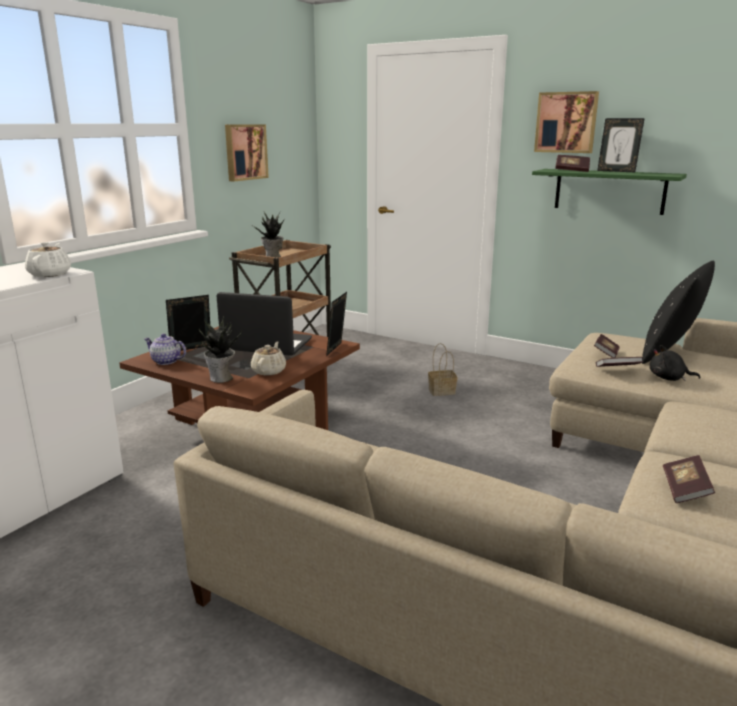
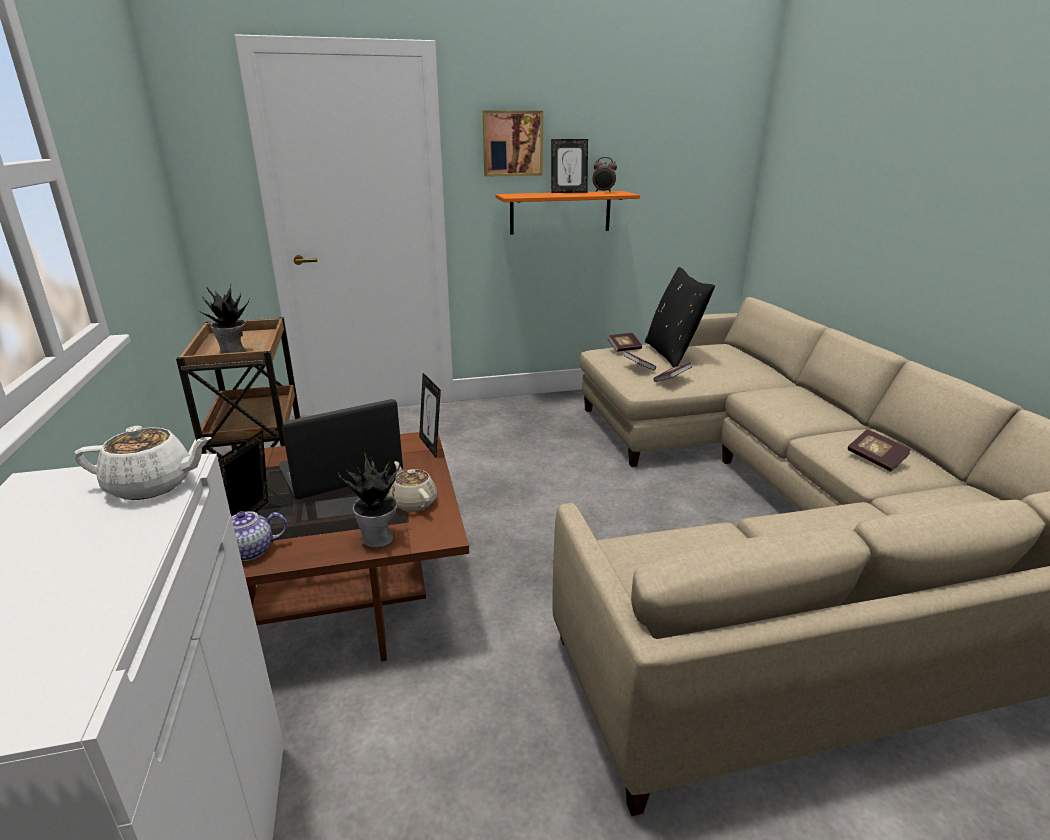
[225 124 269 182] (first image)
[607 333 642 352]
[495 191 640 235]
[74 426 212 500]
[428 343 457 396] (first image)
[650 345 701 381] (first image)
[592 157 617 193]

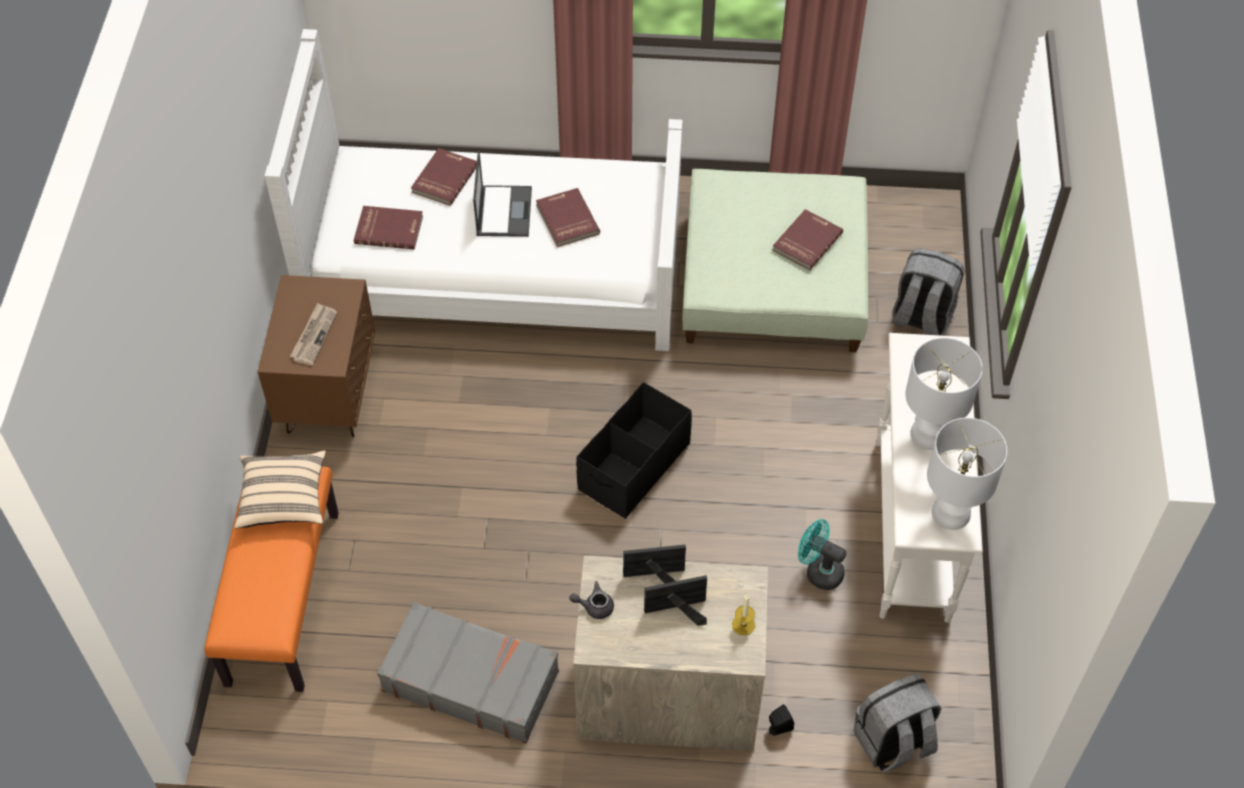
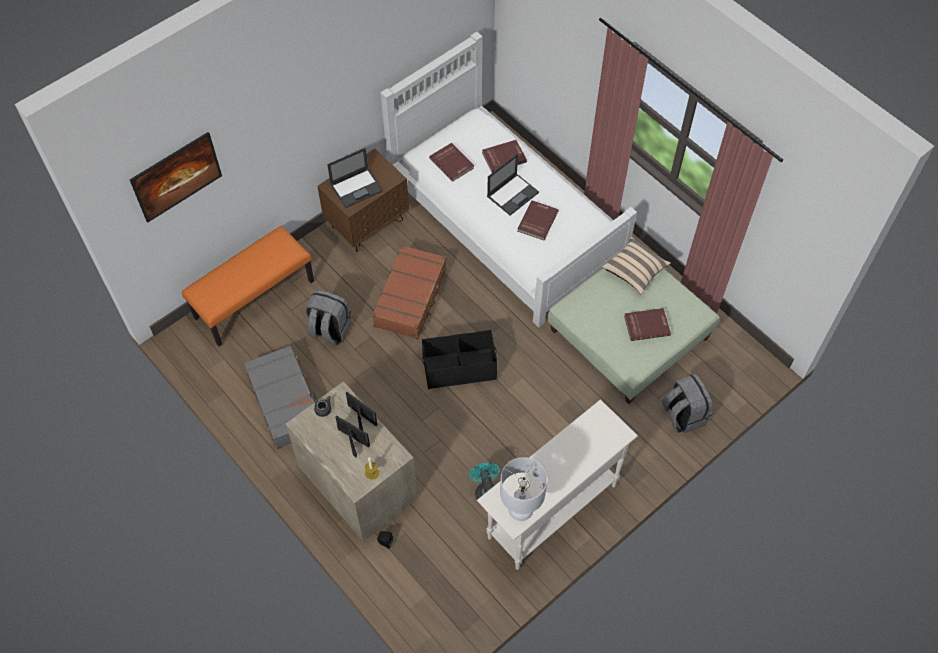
[327 148 383 208]
[905 338 983 450] (first image)
[602 237 671 294]
[305 290 352 346]
[130 132 222 223]
[372 245 448 339]

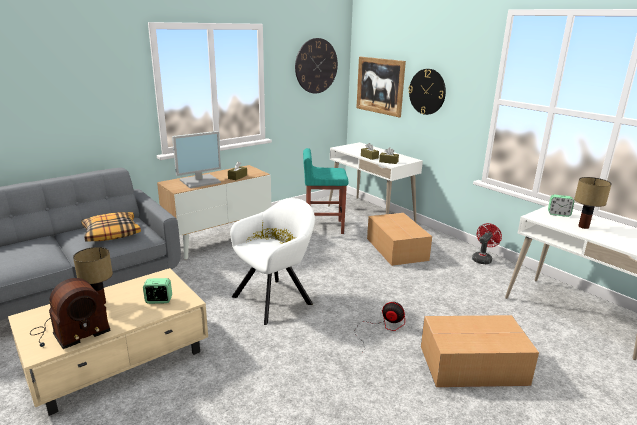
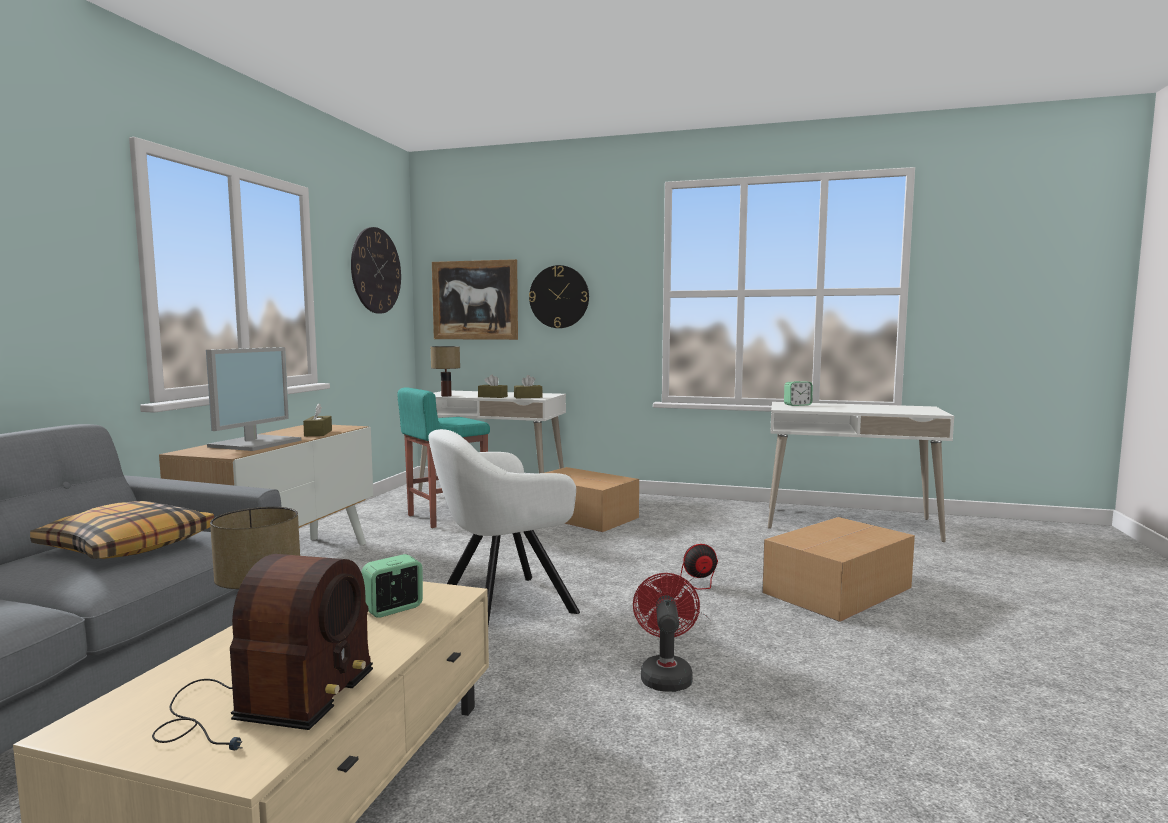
[431 346 460 396]
[428 429 580 626]
[633 573 700 692]

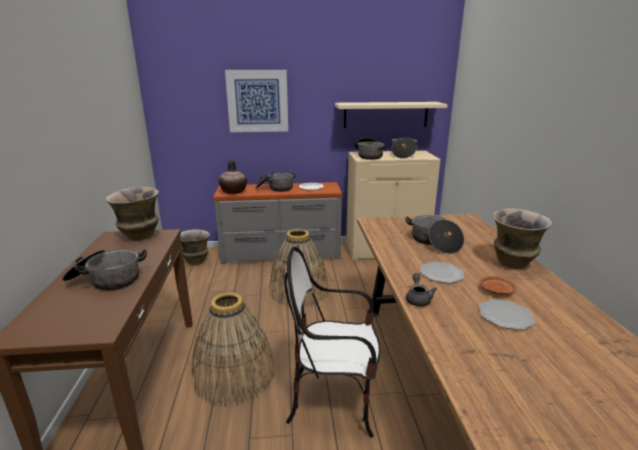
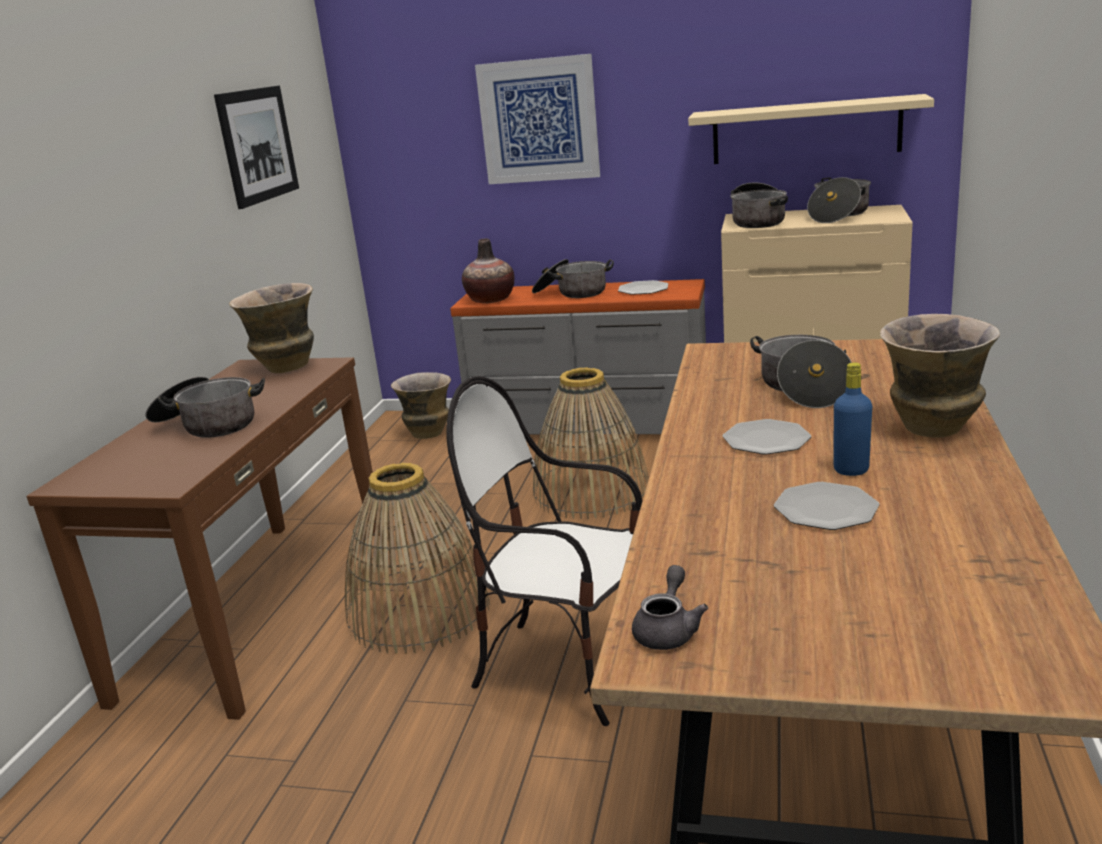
[632 565 708 650]
[834 363 872 476]
[214 85 299 209]

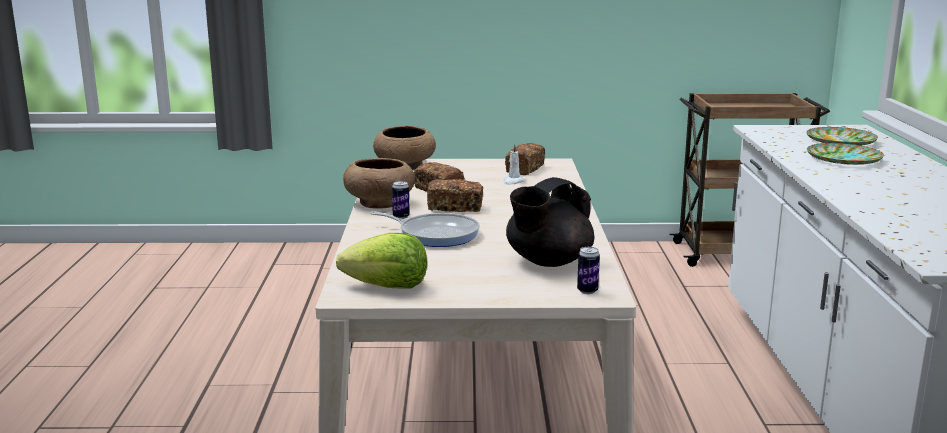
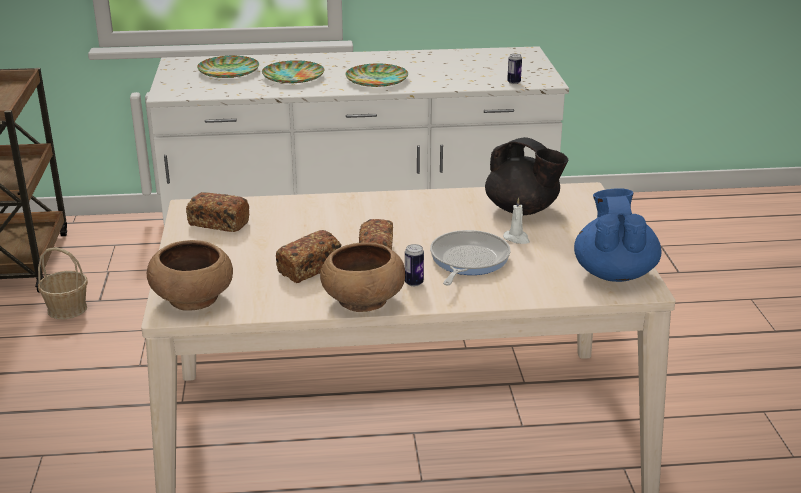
[503 197 530 244]
[574 188 662 282]
[507 54 522 84]
[345 64 408 87]
[38 247 88 319]

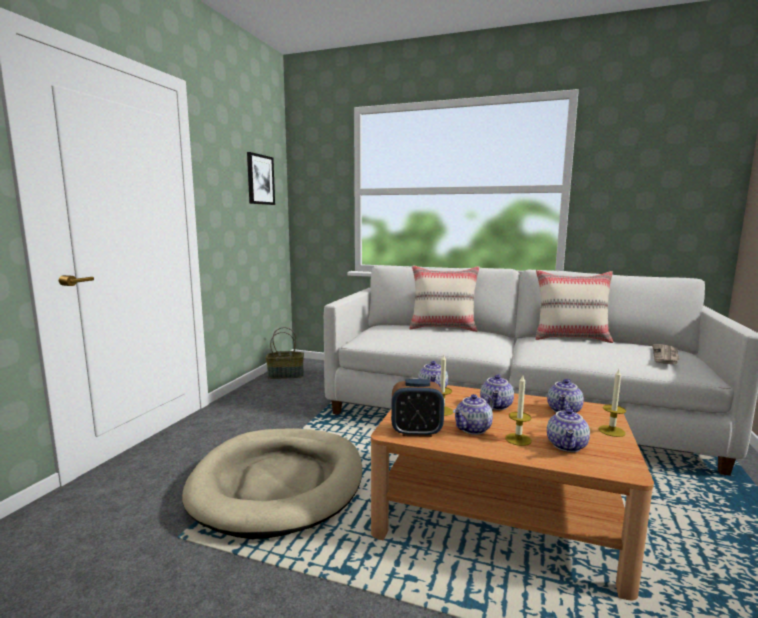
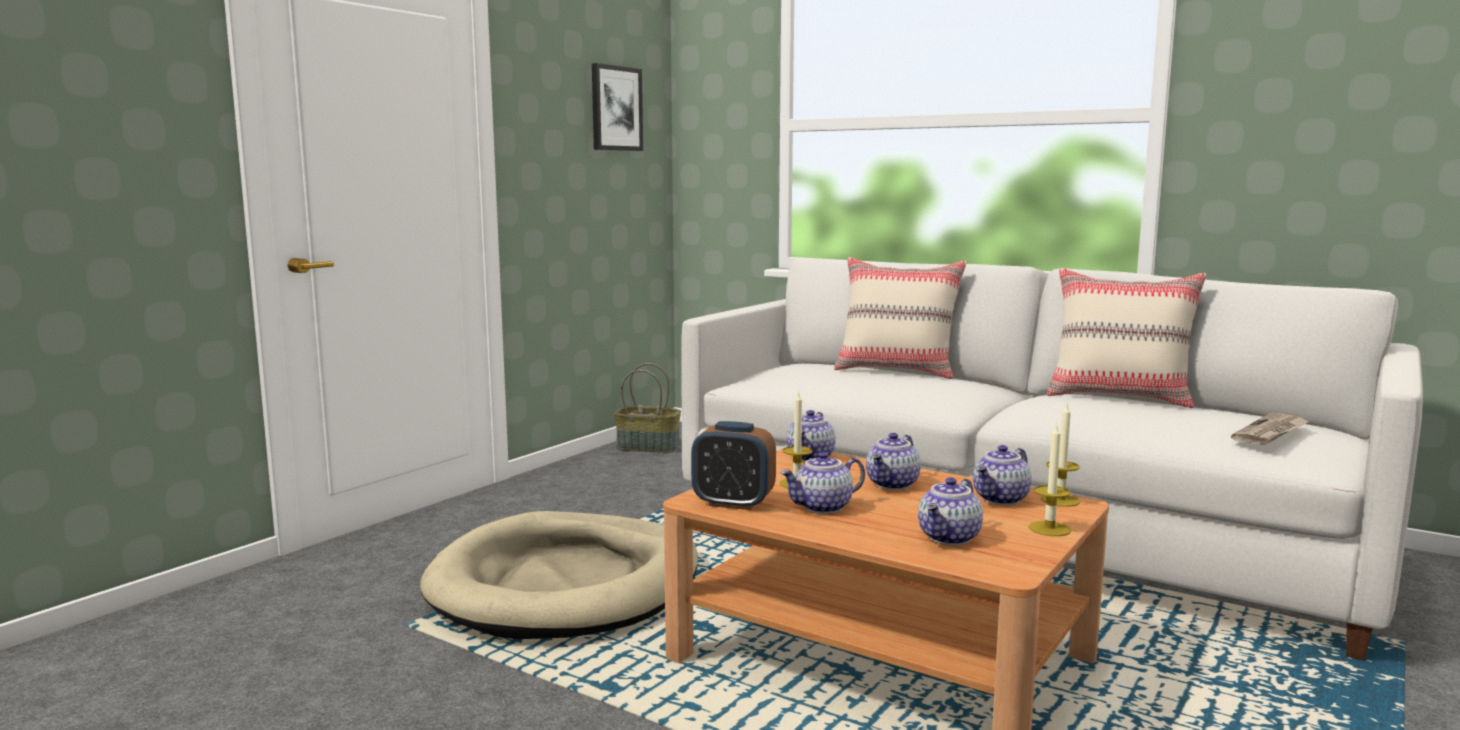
[1041 404 1080 507]

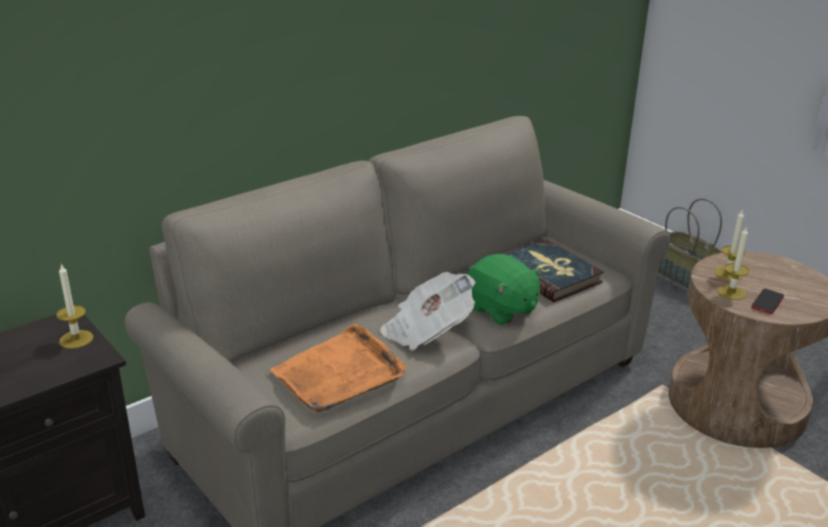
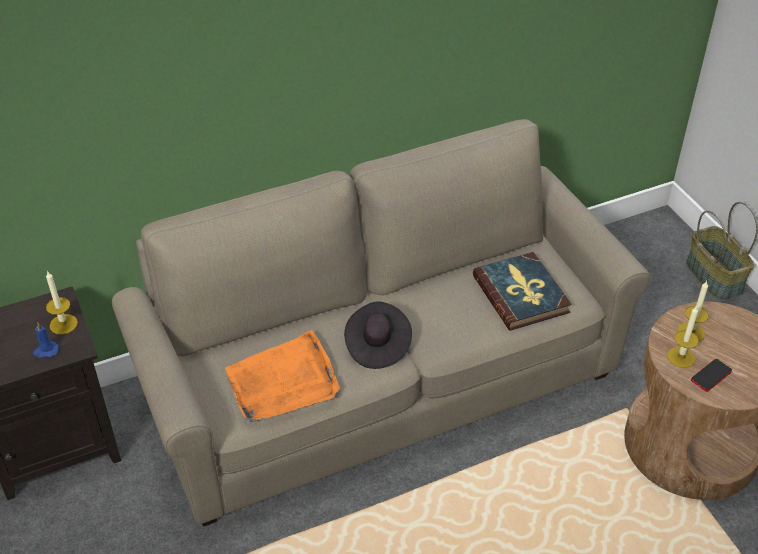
[467 254 542 325] (first image)
[344 301 412 369]
[33 322 59 358]

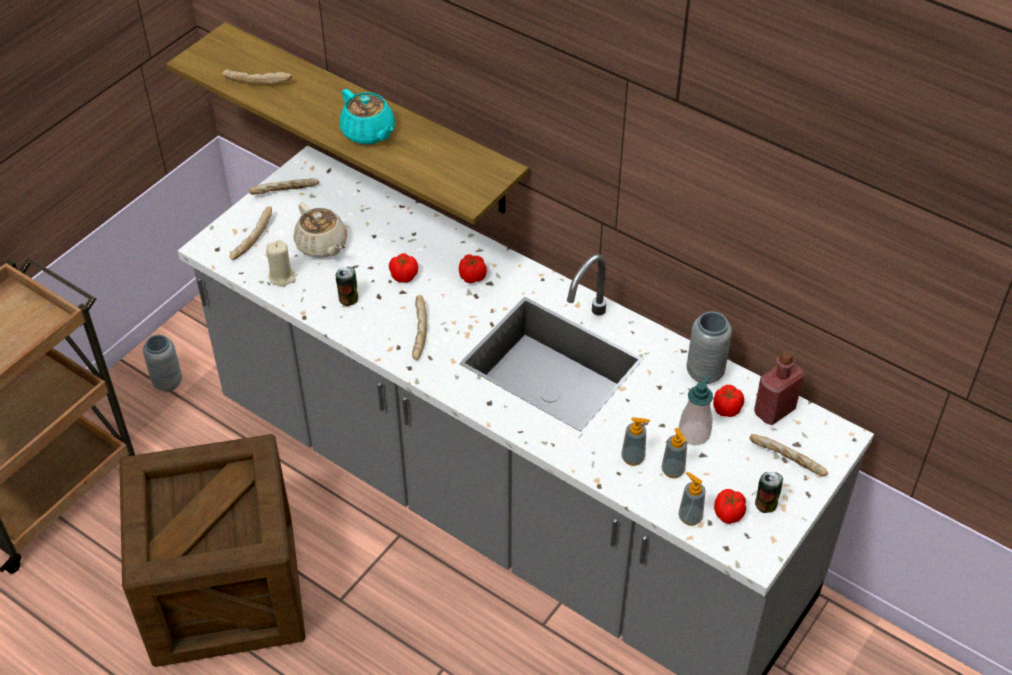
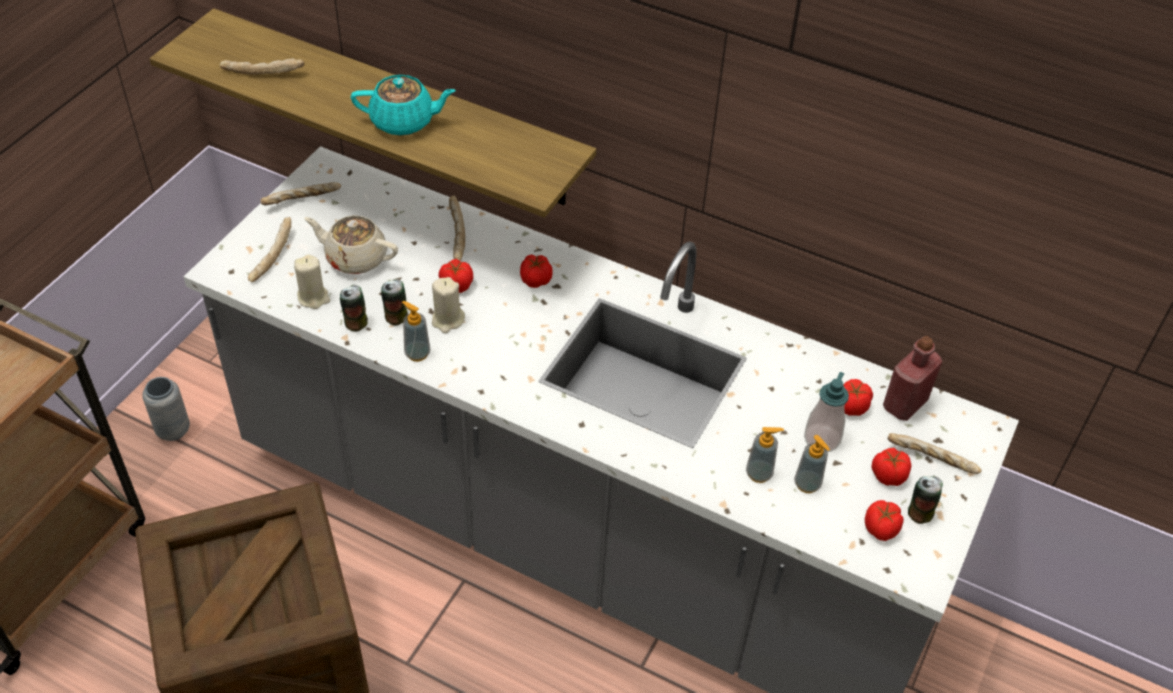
[351 75 456 136]
[304 215 398 274]
[449 195 465 261]
[687 311 732 384] (first image)
[402 301 430 361]
[432 277 465 333]
[340 285 368 331]
[871 448 912 486]

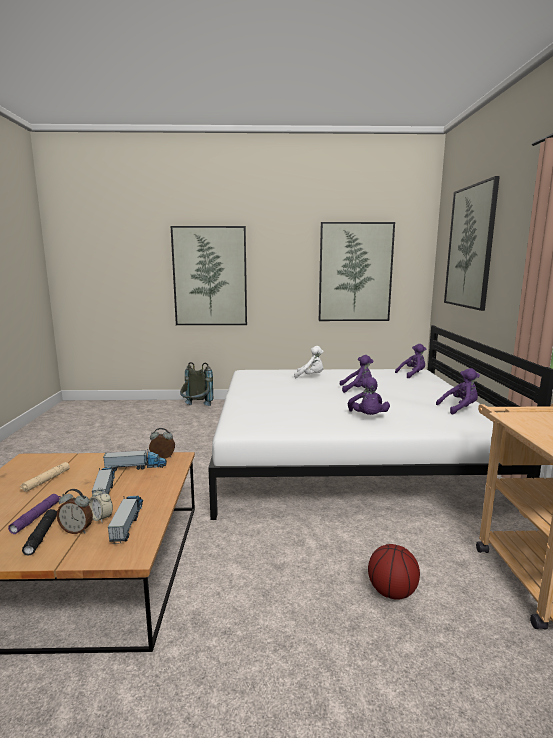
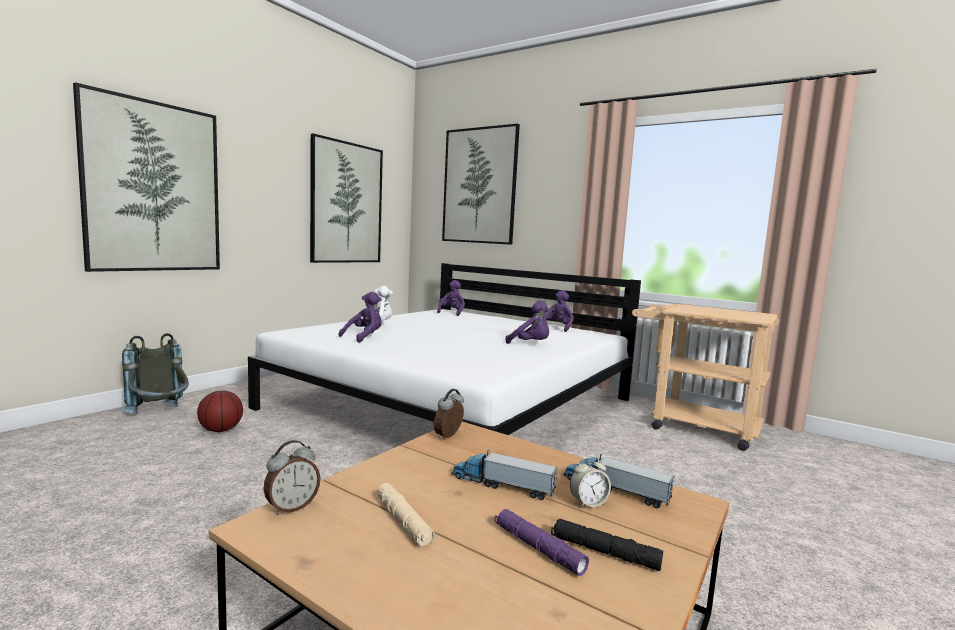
[339 292 382 343]
[103 449 167 471] (first image)
[263 440 321 515]
[197 390 243 432]

